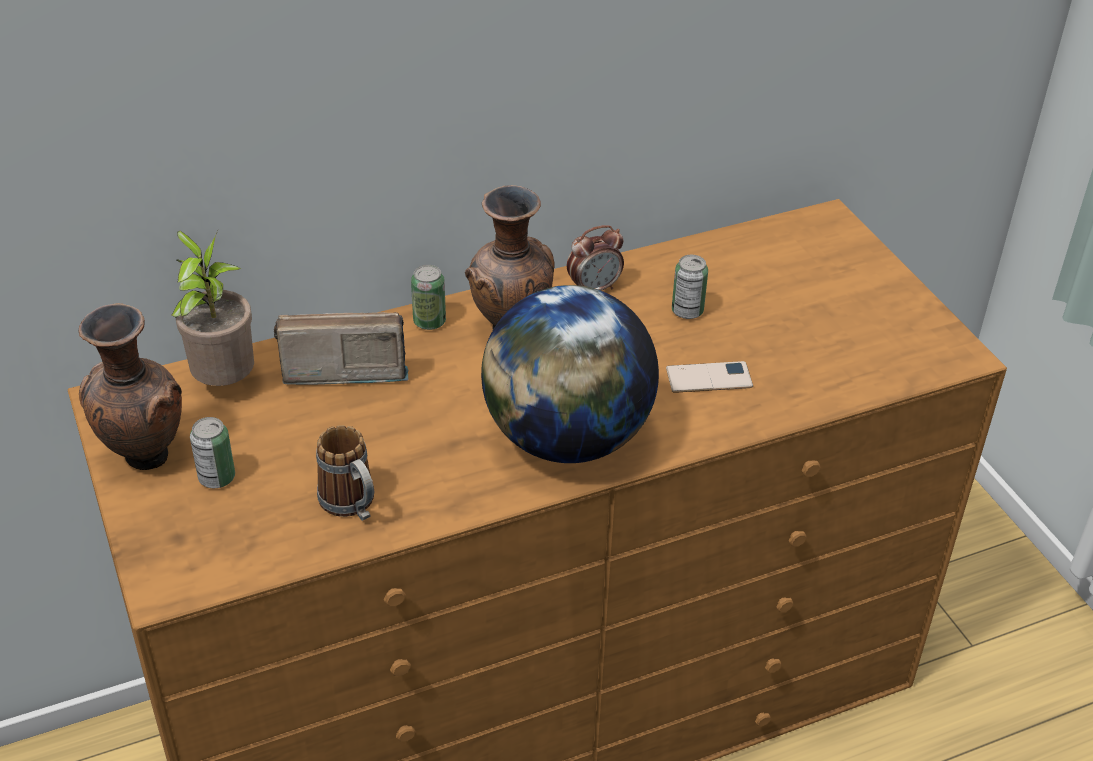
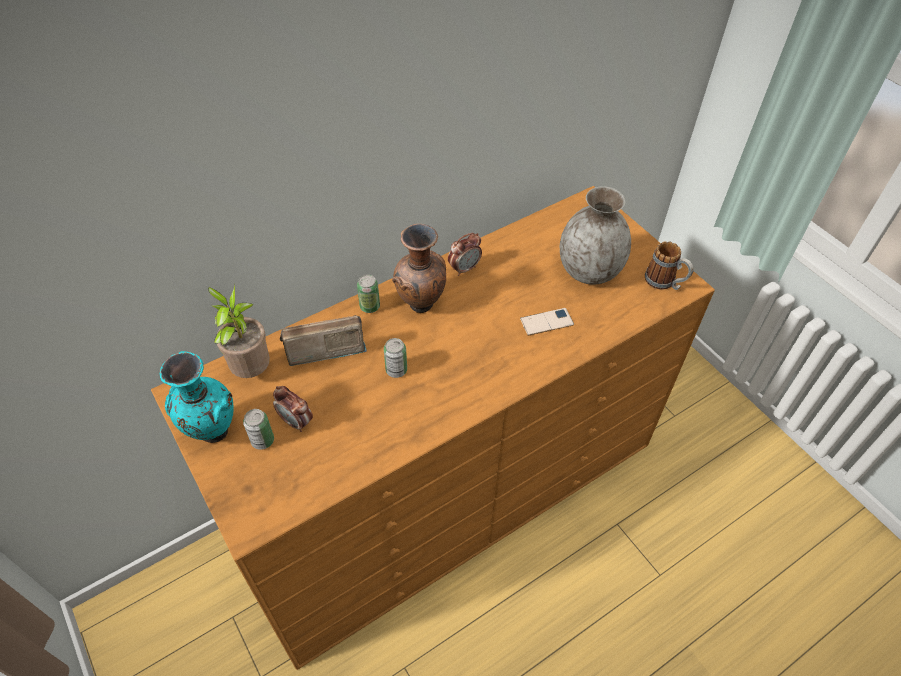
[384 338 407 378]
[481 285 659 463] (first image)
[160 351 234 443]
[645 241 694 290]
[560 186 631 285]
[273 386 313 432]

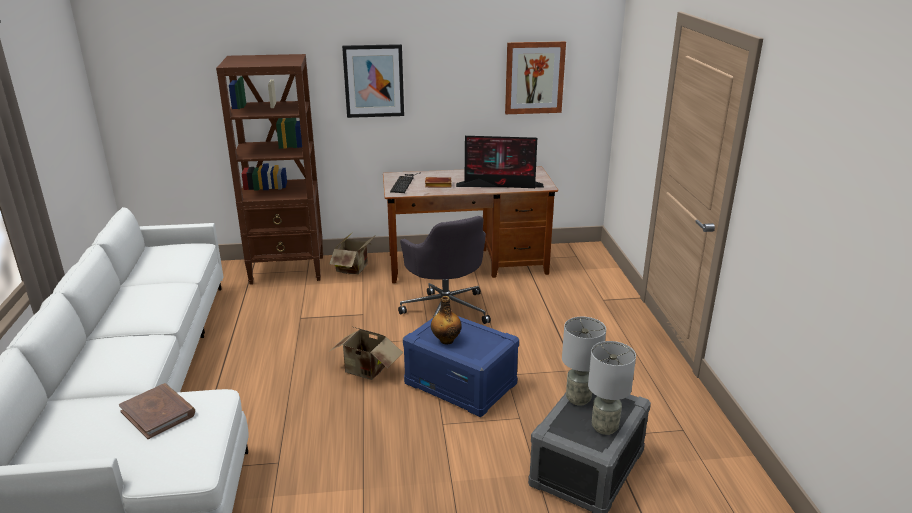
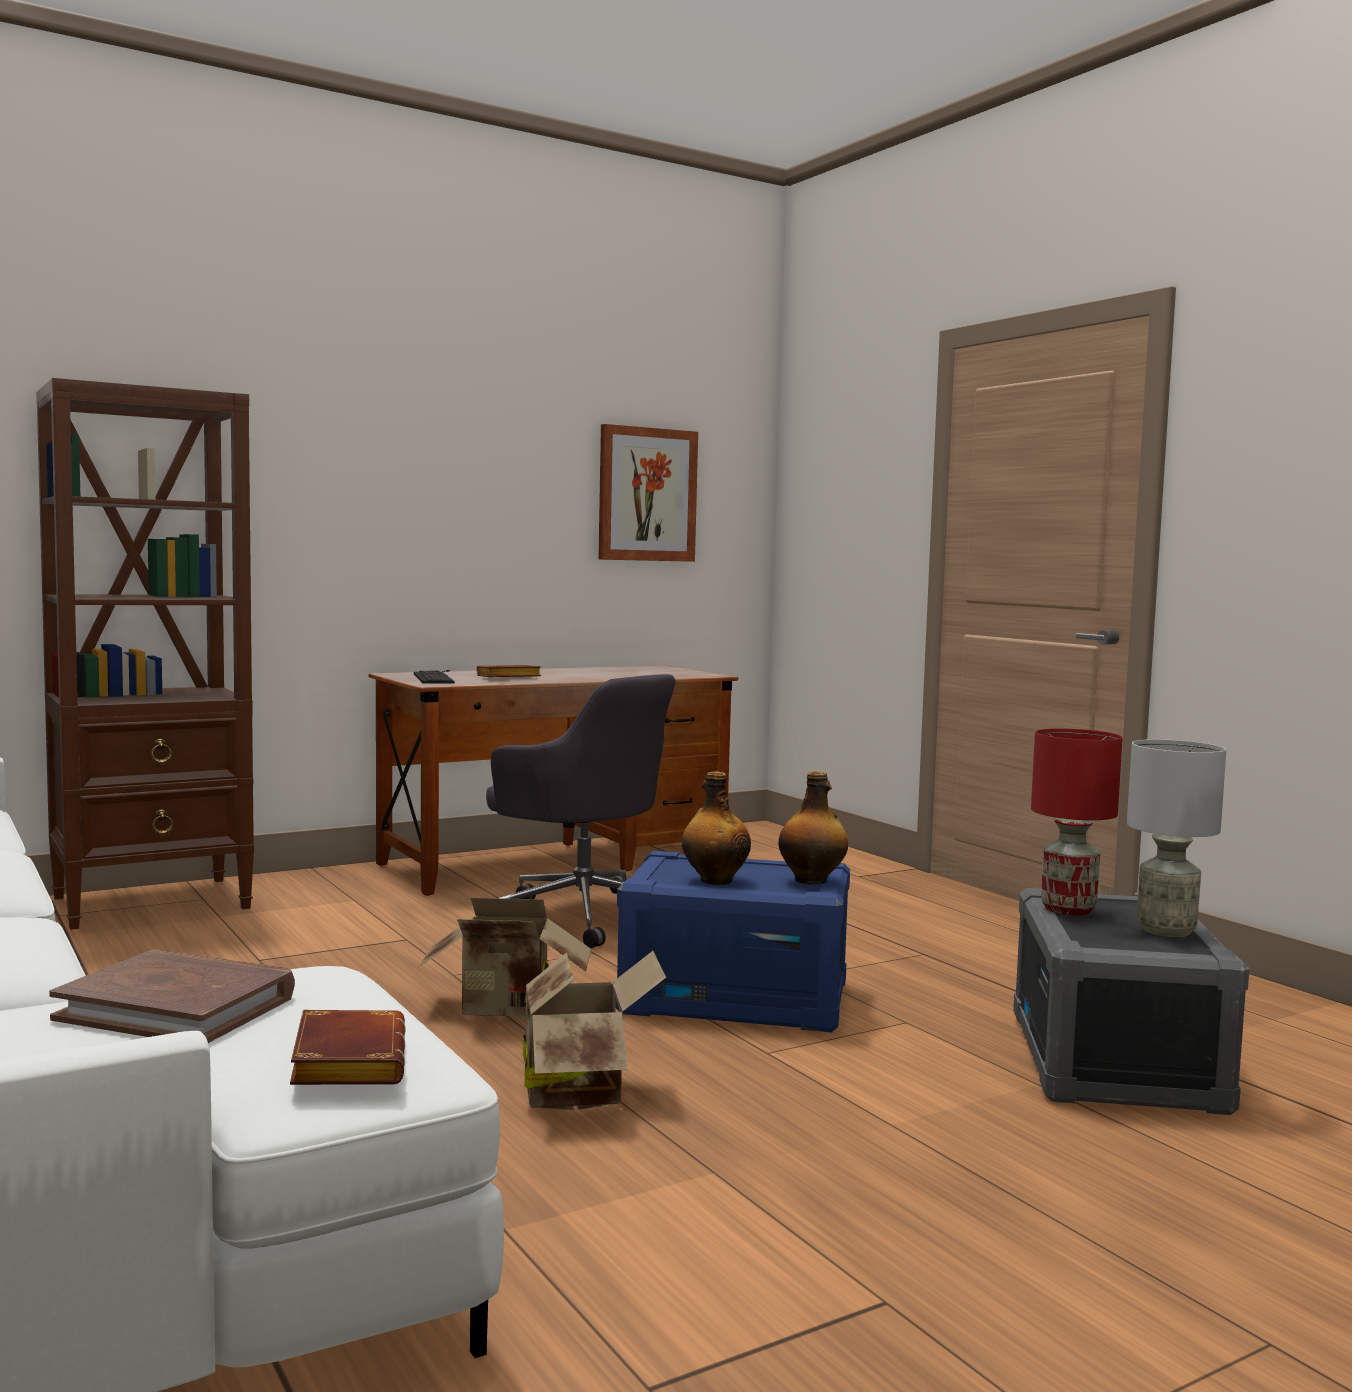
[342 44 404 118] (first image)
[456 136 544 188] (first image)
[523 951 666 1110]
[1031 728 1123 916]
[778 771 848 885]
[290 1010 405 1085]

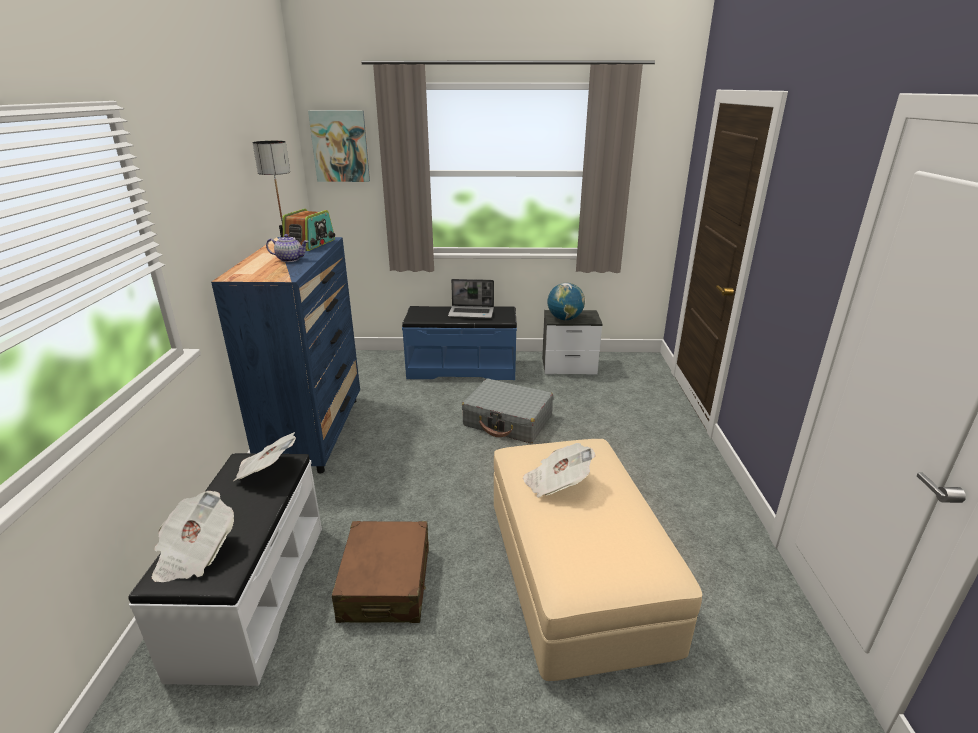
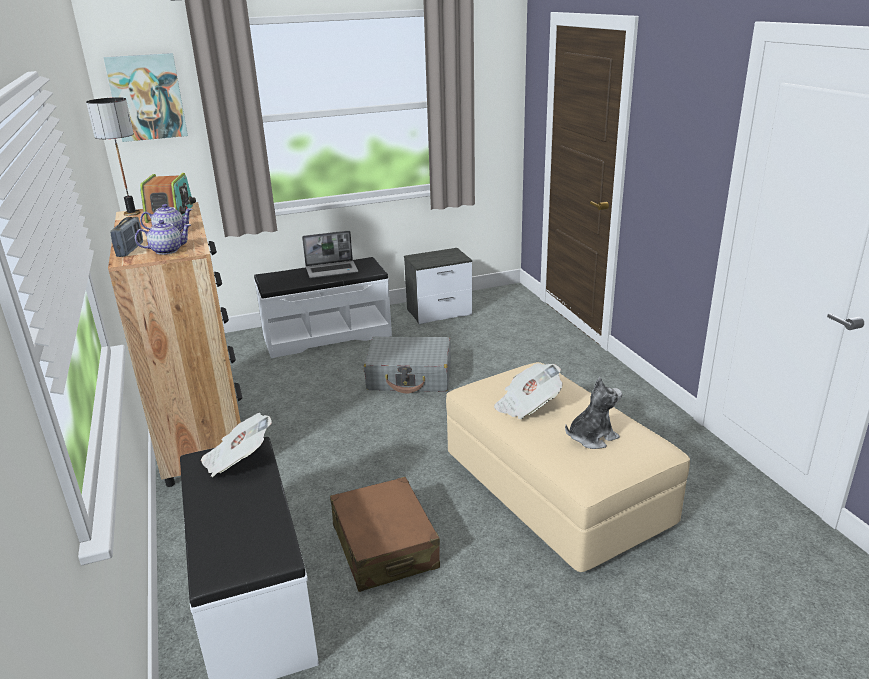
[108 202 243 487]
[547 283 585 320] (first image)
[254 257 392 358]
[152 491 234 582] (first image)
[110 217 143 257]
[135 220 191 255]
[565 377 622 449]

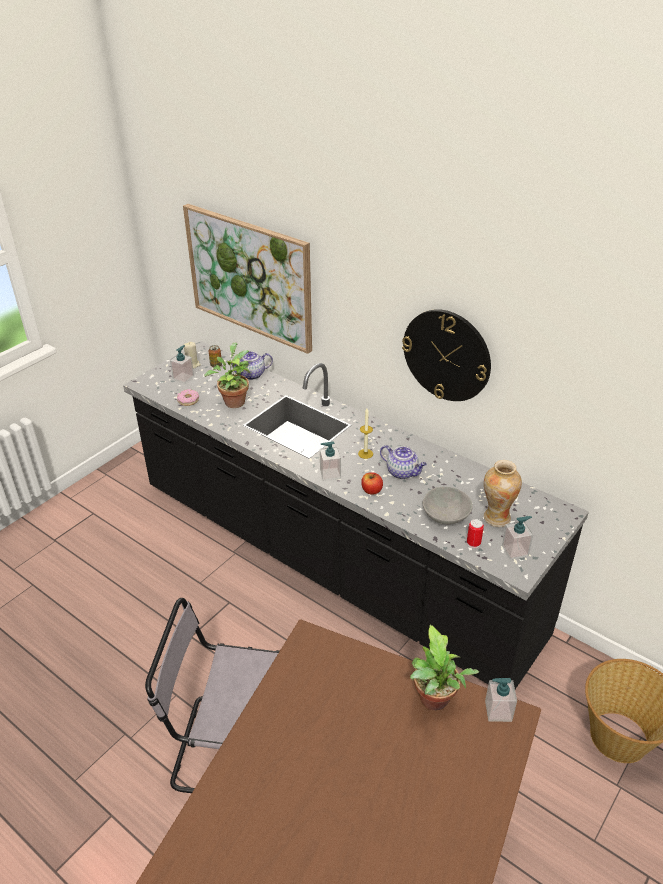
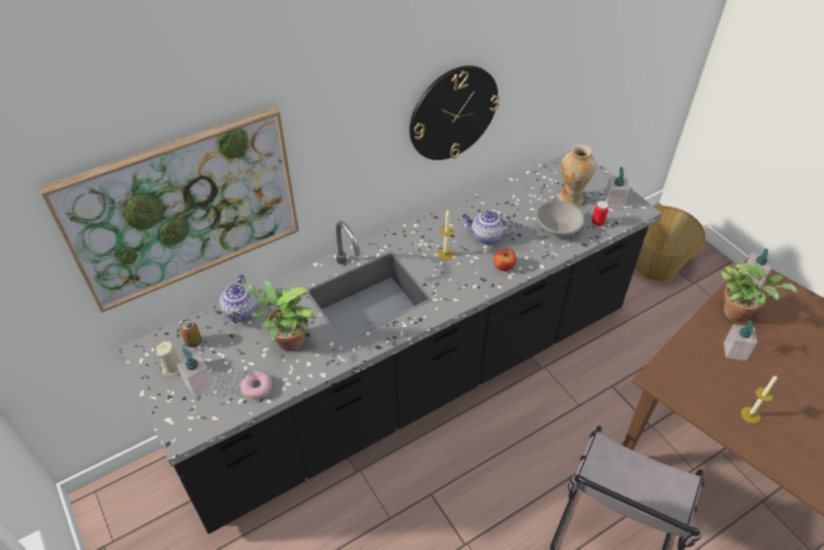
[724 320 757 361]
[462 210 516 244]
[741 375 777 423]

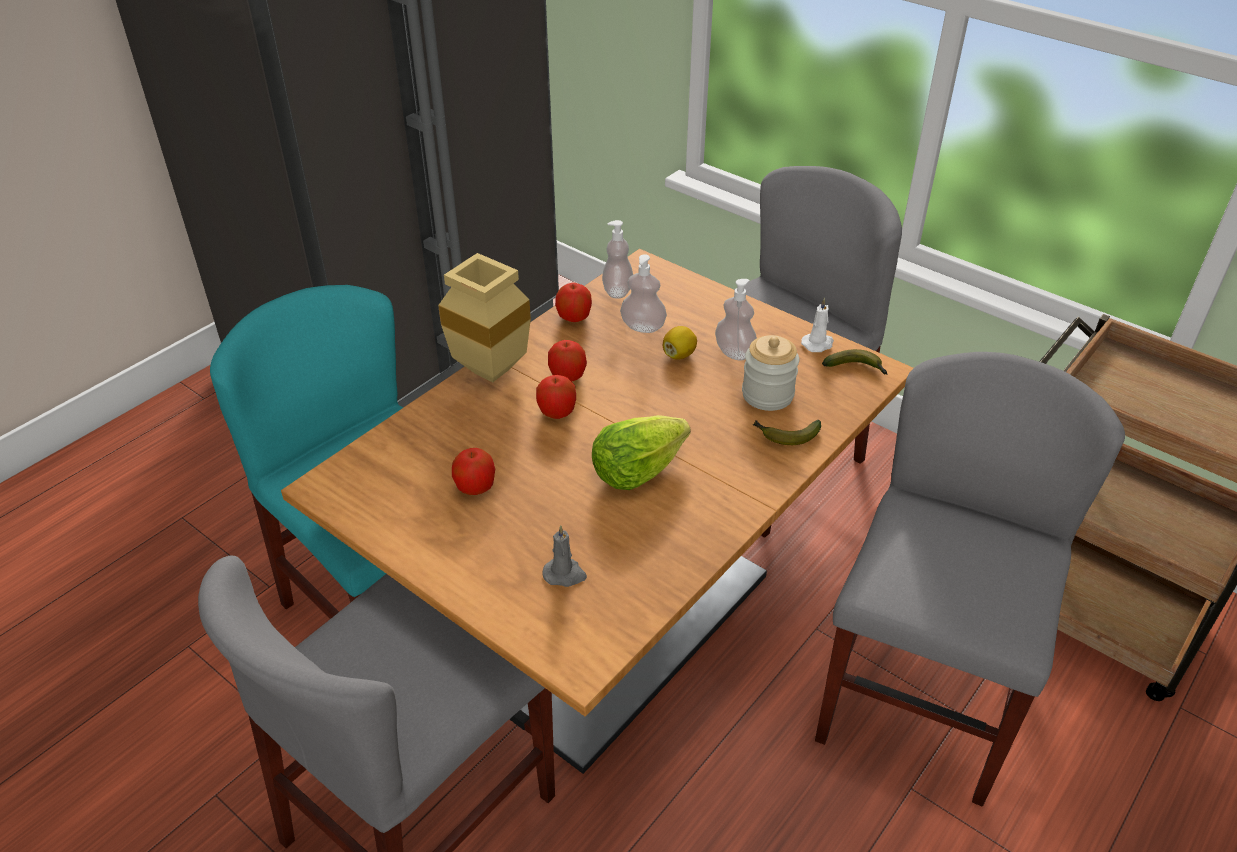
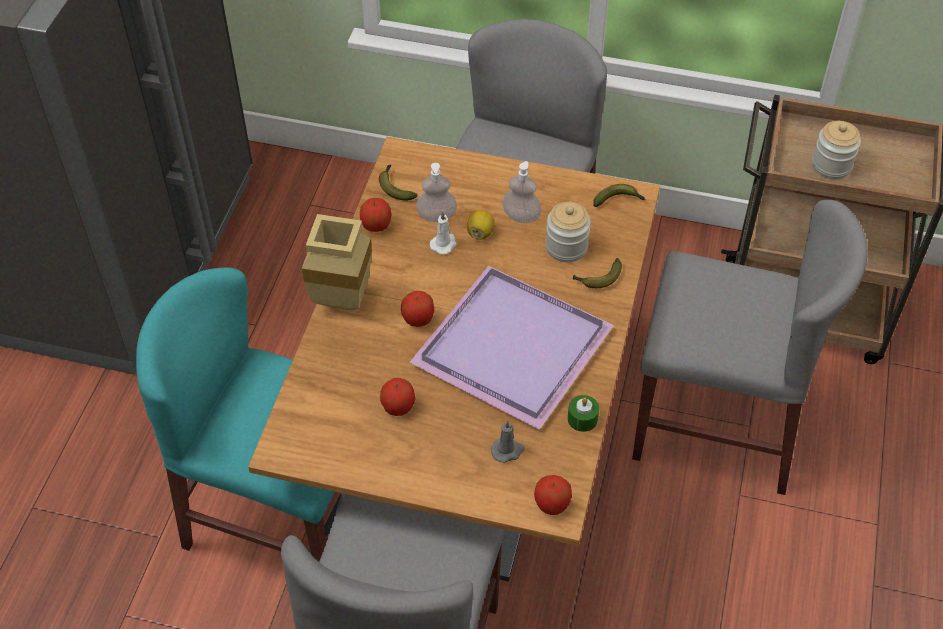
[379 165 418 200]
[429 212 457 255]
[534 475 572 515]
[632 200 868 495]
[409 266 614 430]
[812 121 861 179]
[568 395 599 432]

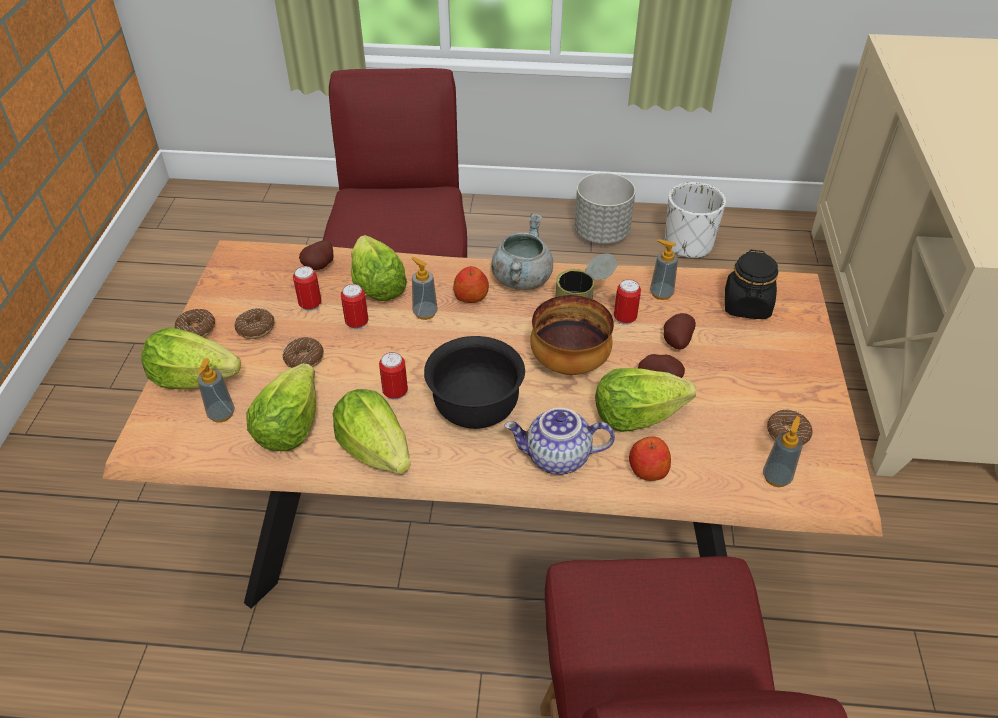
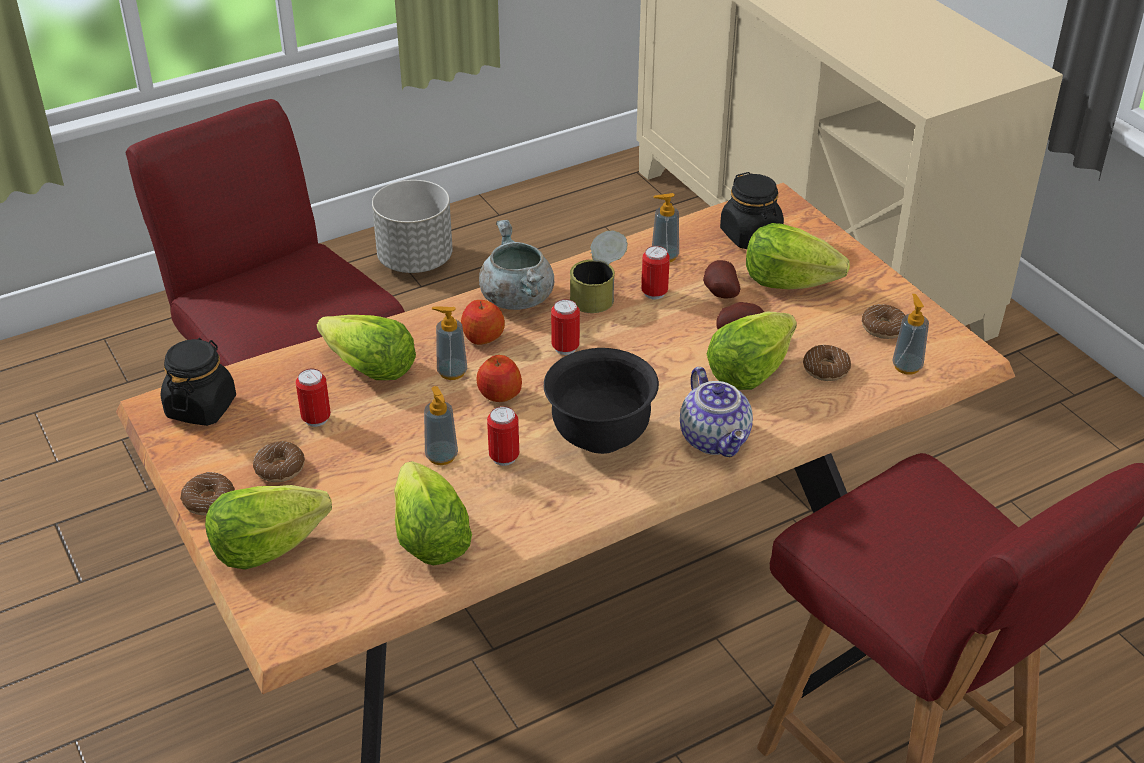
[665 182 726 259] (first image)
[299 240 334 270] (first image)
[551 299 580 355]
[530 295 614 375] (first image)
[803 345 851 381]
[424 386 458 465]
[746 223 850 289]
[680 367 753 457]
[476 355 522 402]
[161 338 236 426]

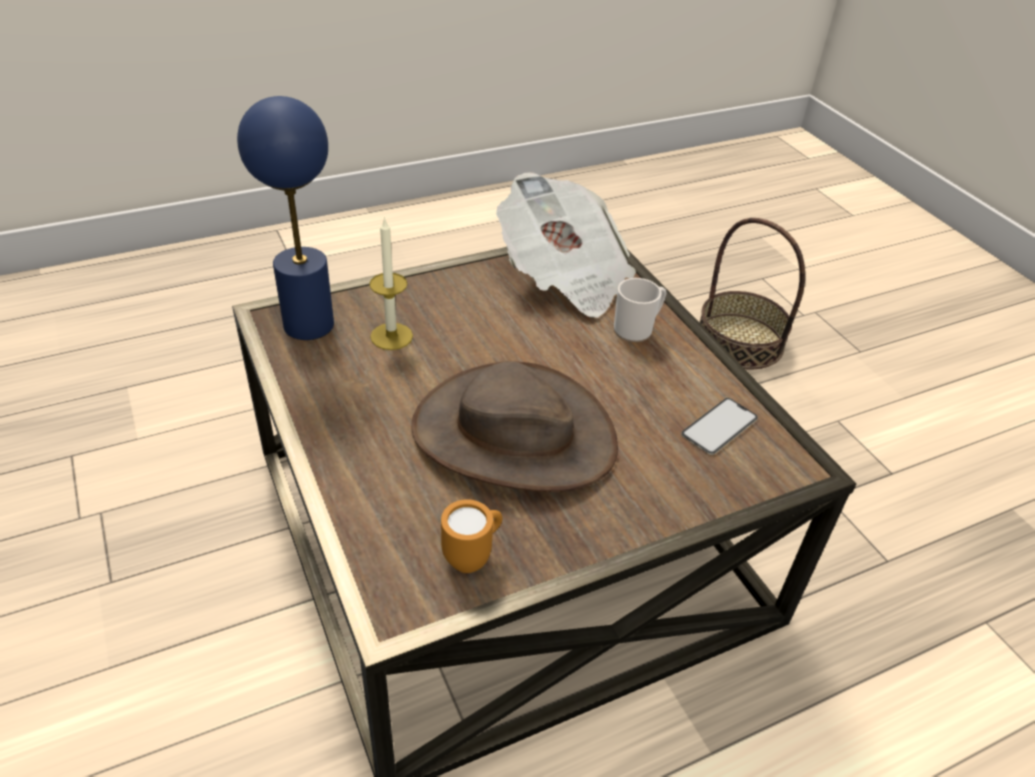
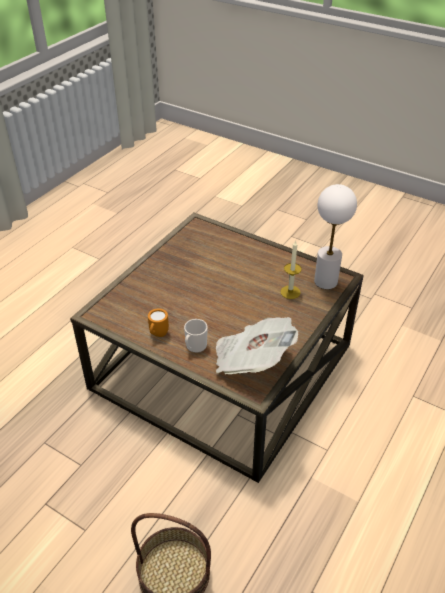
[314 184 357 289]
[412 361 618 492] (first image)
[681 398 758 455] (first image)
[148 308 169 337]

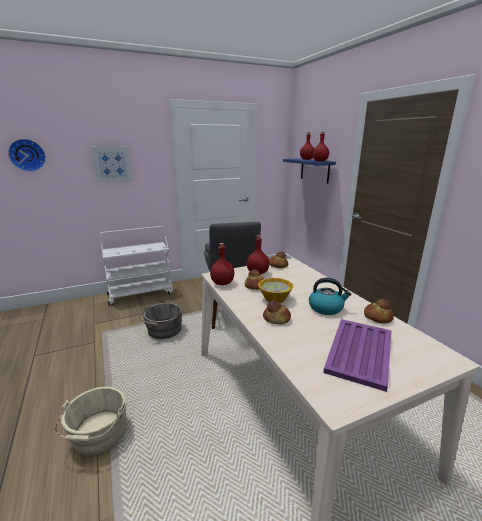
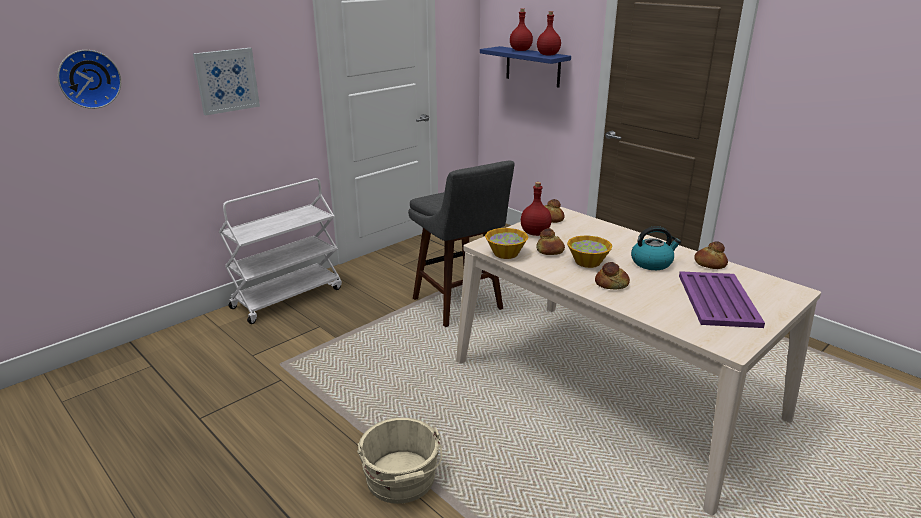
[485 228 528 259]
[139 303 182 339] (first image)

